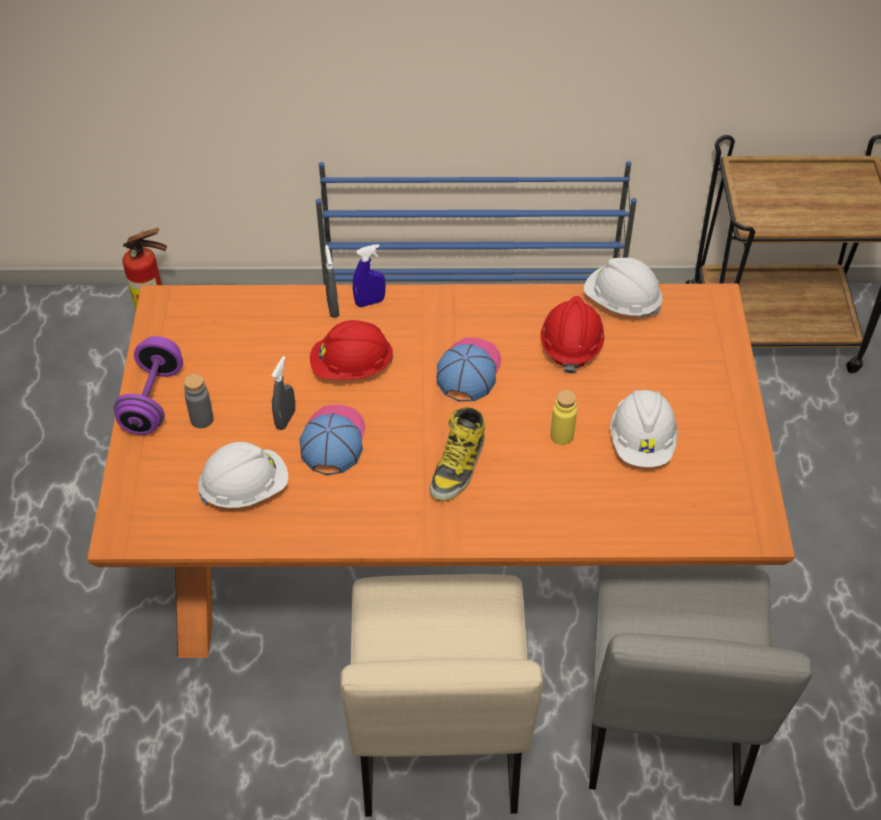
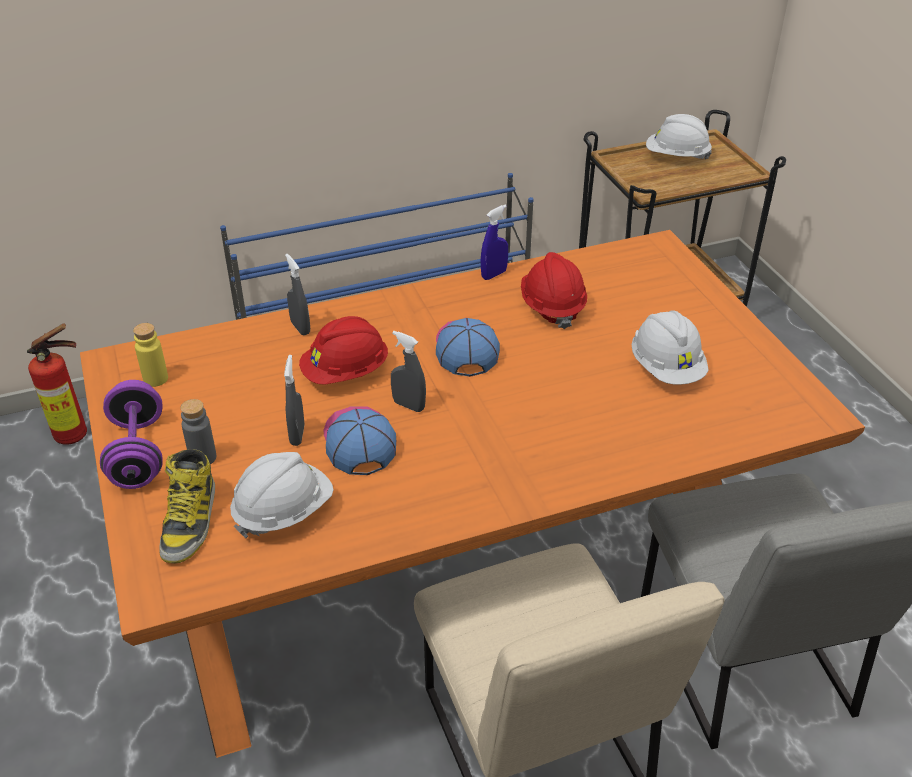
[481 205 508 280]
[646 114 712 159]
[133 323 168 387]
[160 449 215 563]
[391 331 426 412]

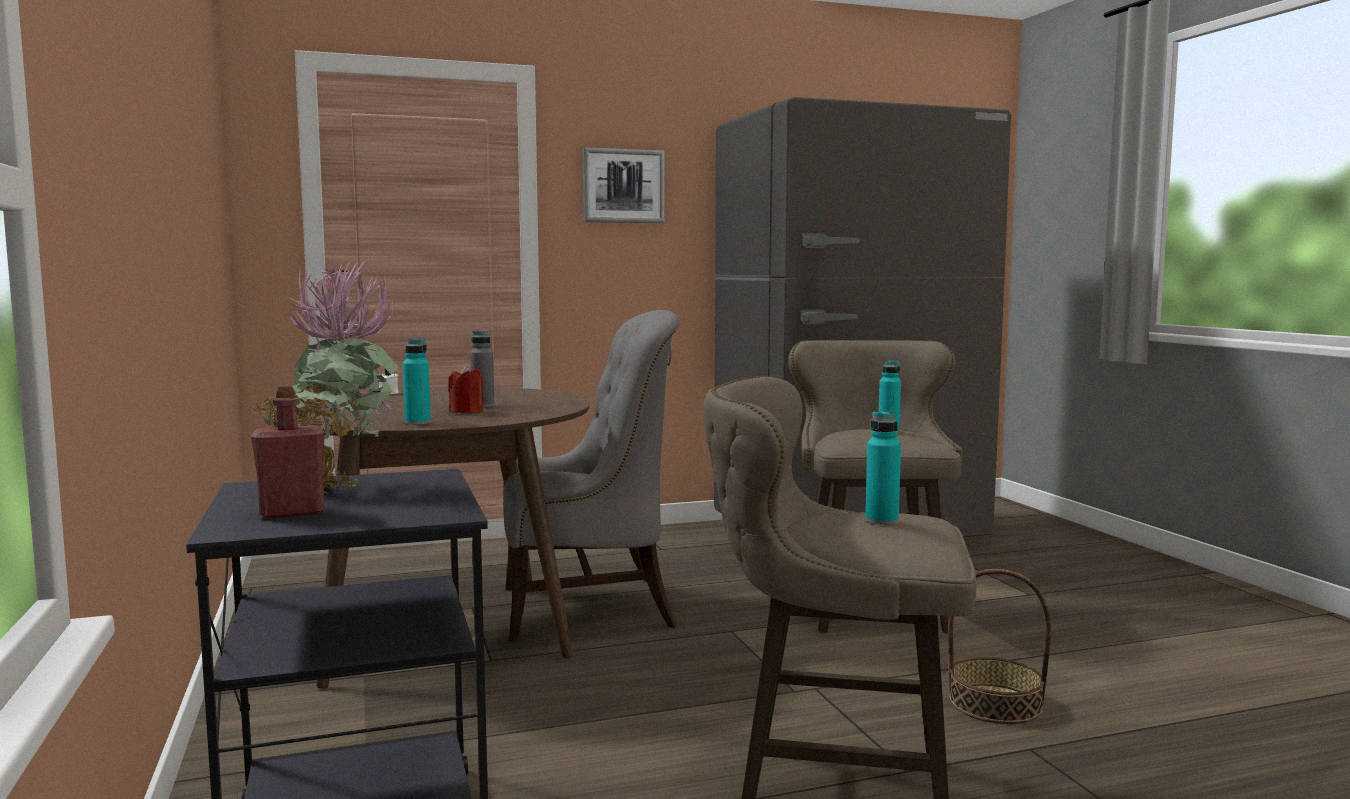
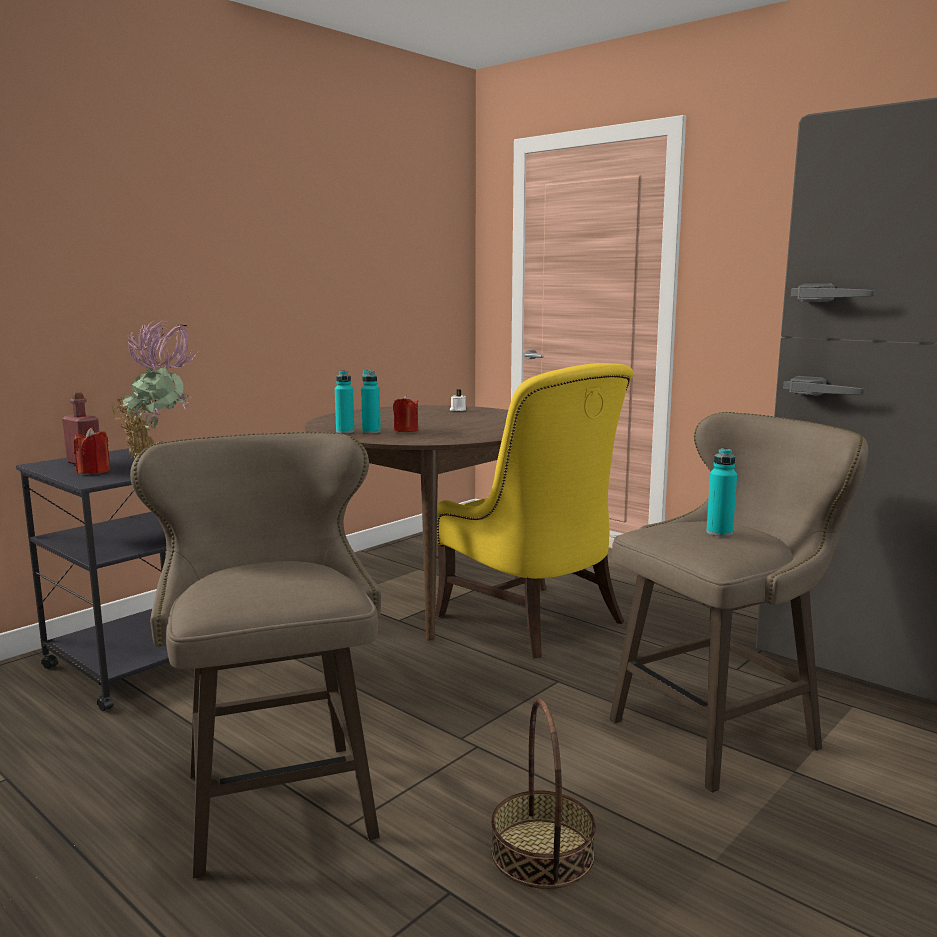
[583 147 665 223] (first image)
[435 363 633 658]
[470 330 495 407] (first image)
[361 370 381 434]
[73 428 110 474]

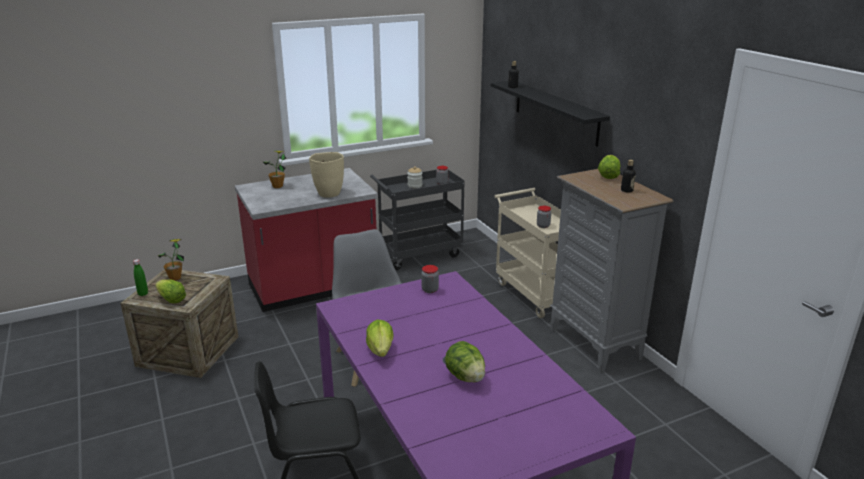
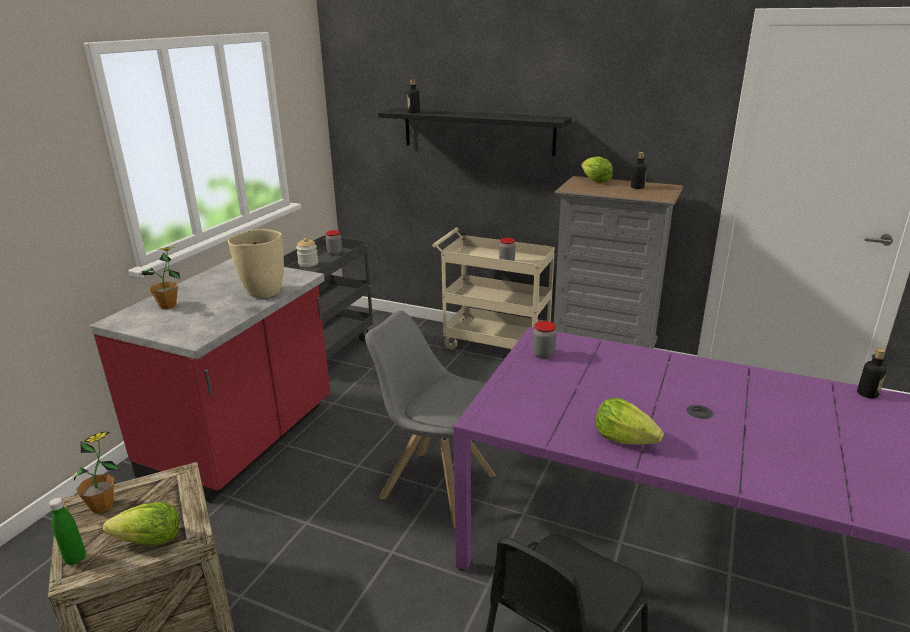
[445 341 485 383] (first image)
[857 348 887 399]

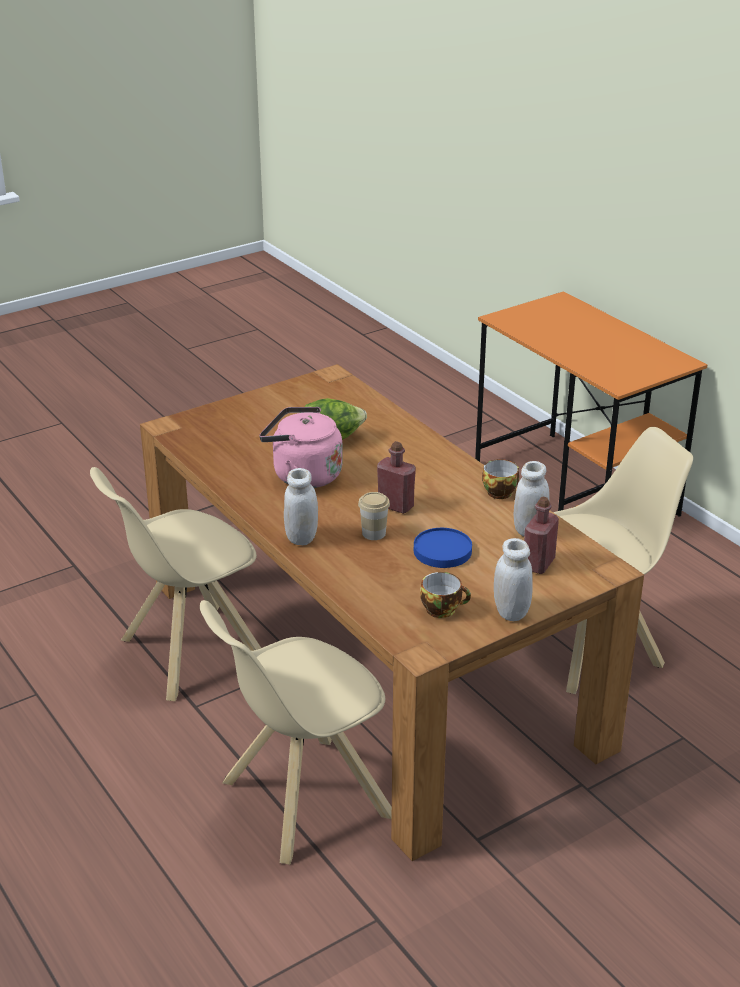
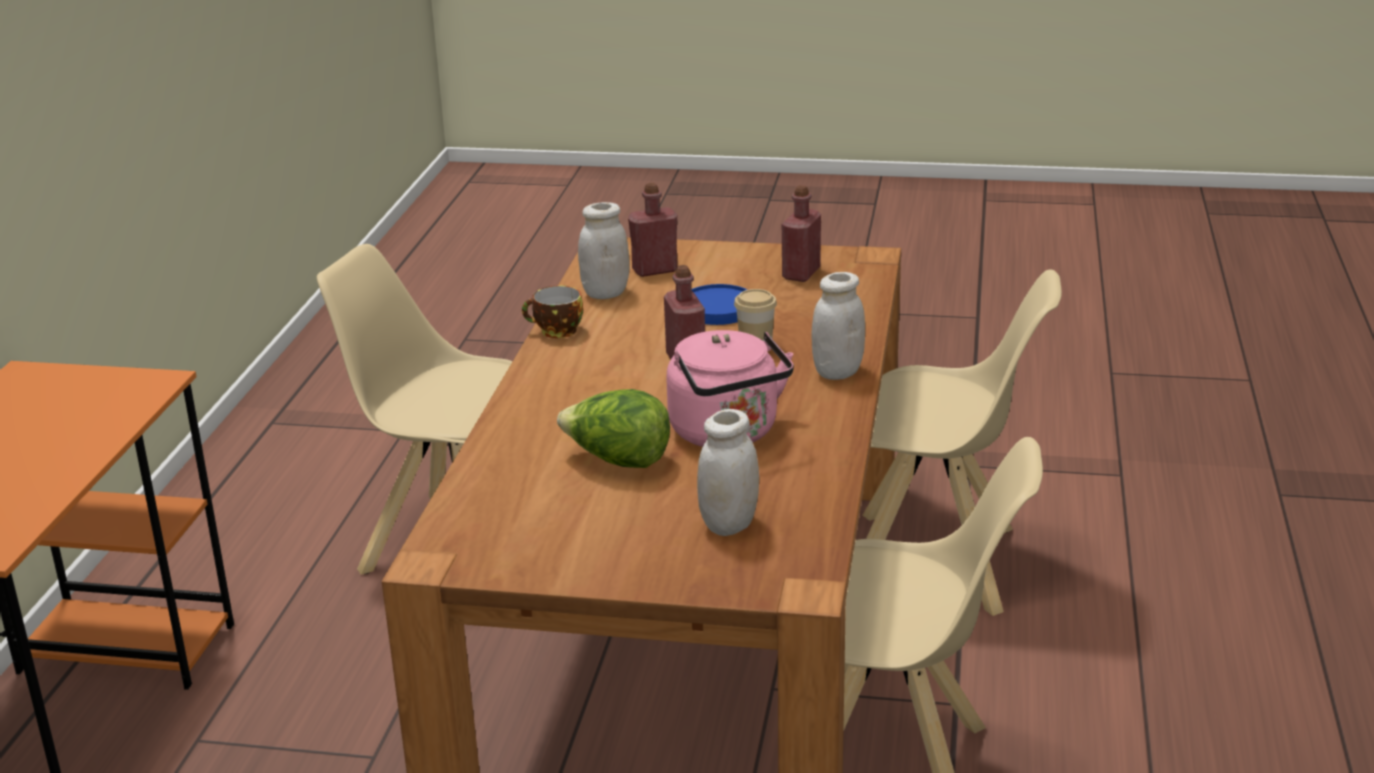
[697 409 759 536]
[782 185 821 282]

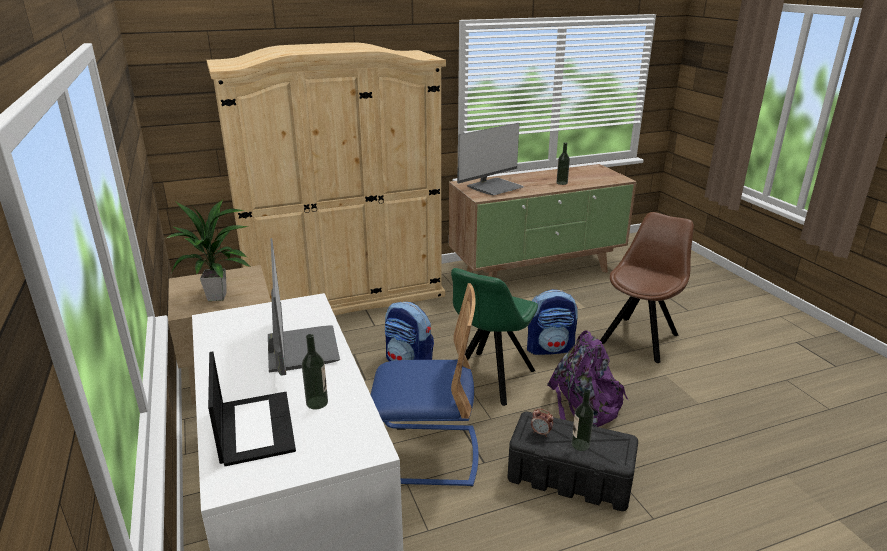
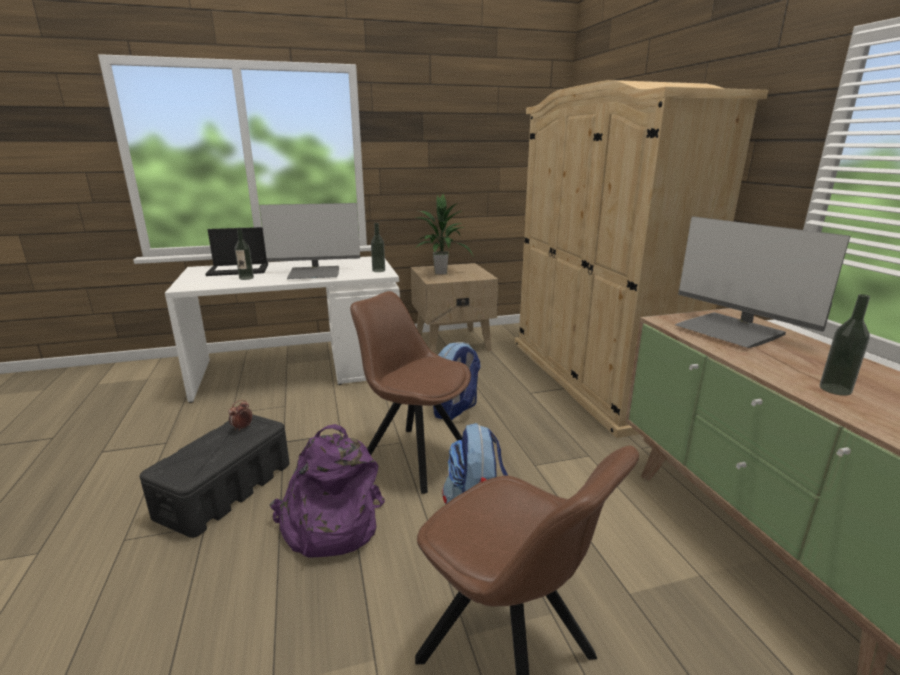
[350 291 471 494]
[370 283 478 487] (first image)
[371 223 385 272]

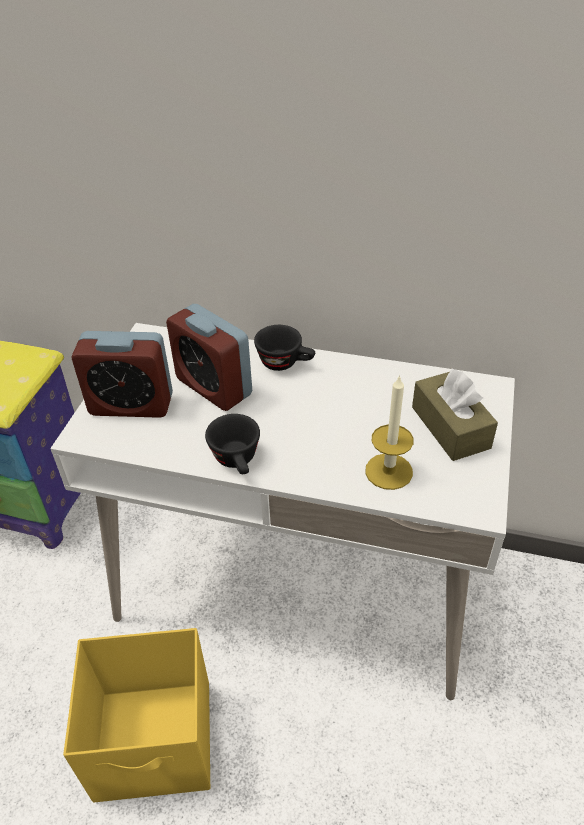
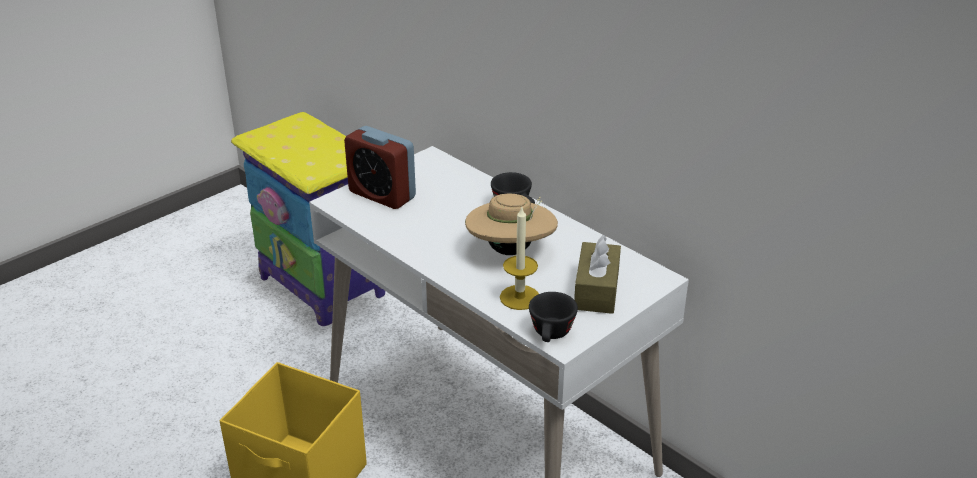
[166 304 252 411] (first image)
[529 292 578 342]
[465 193 558 255]

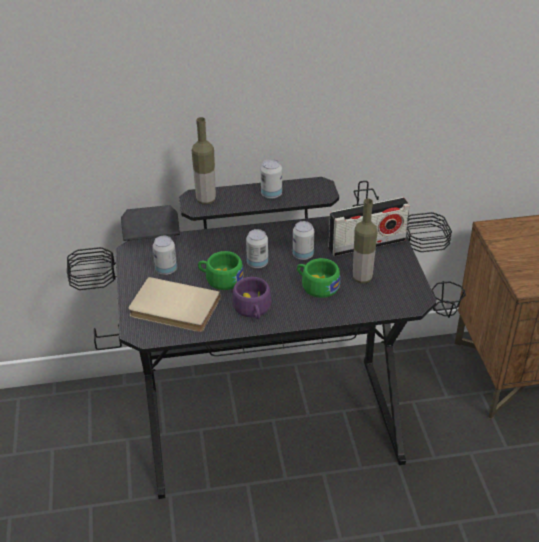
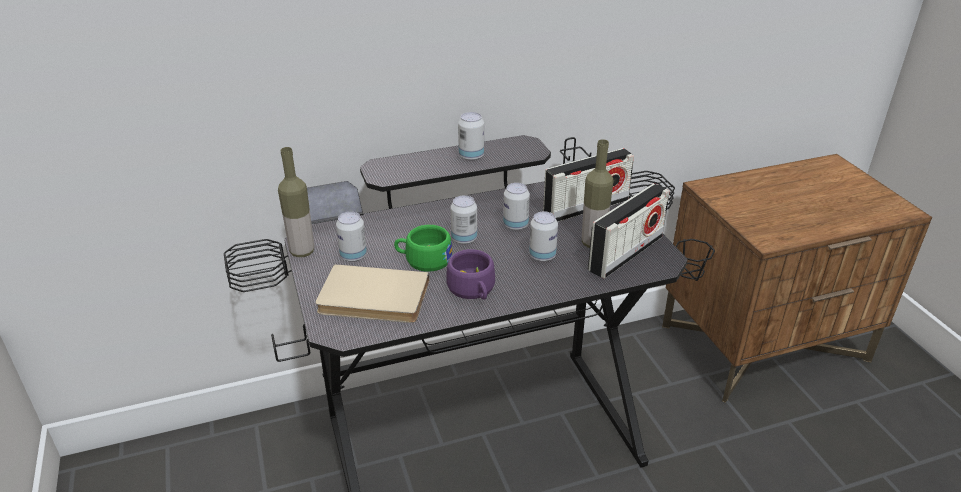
[278 147 314 257]
[529 212 558 262]
[588 183 670 279]

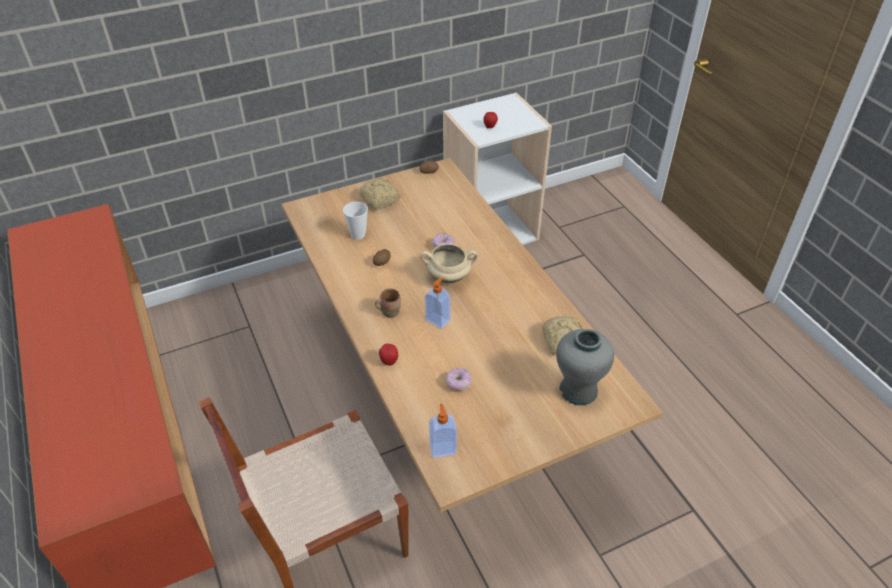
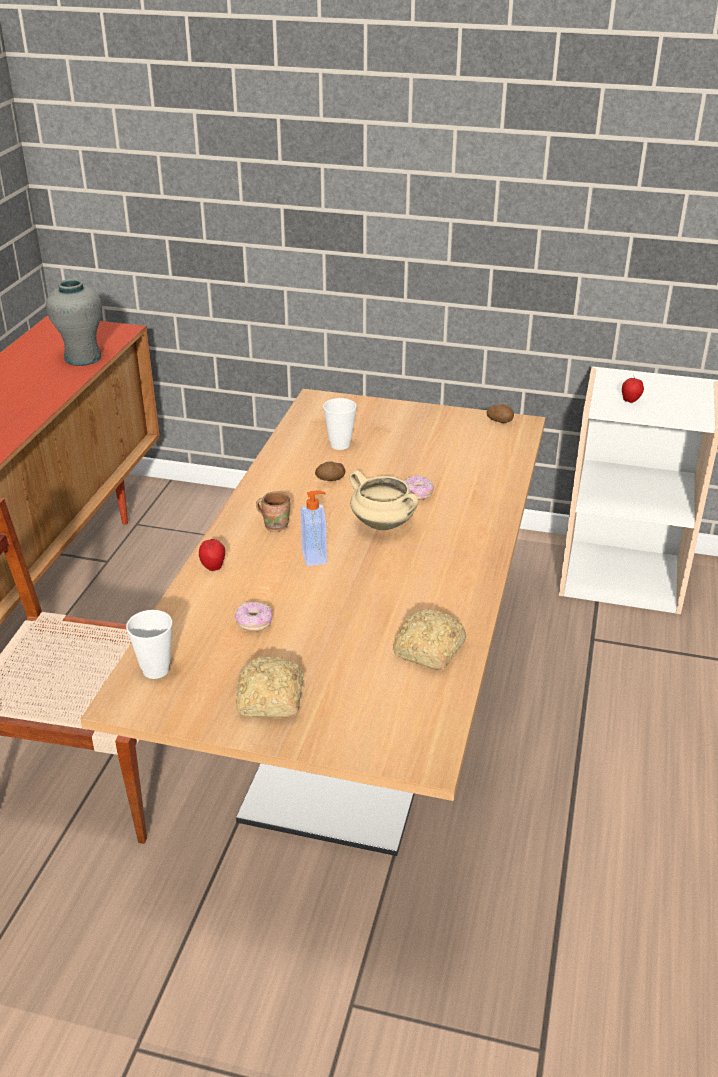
[236 656 304 718]
[46 279 102 366]
[126 610 172 679]

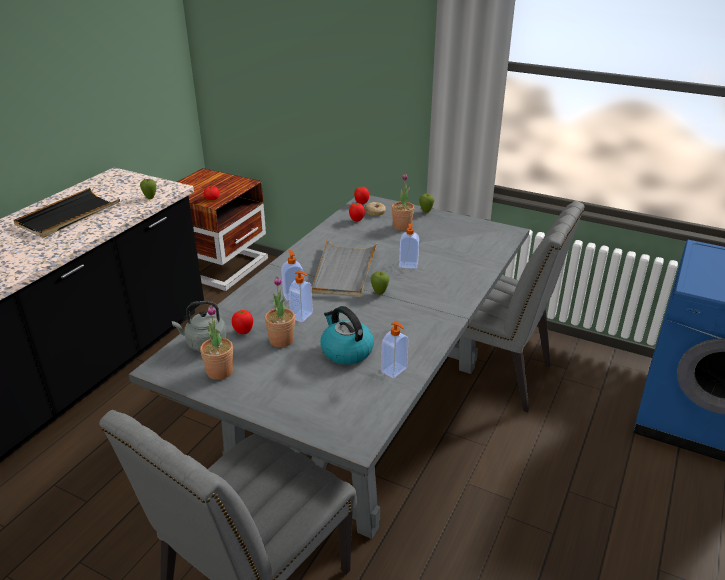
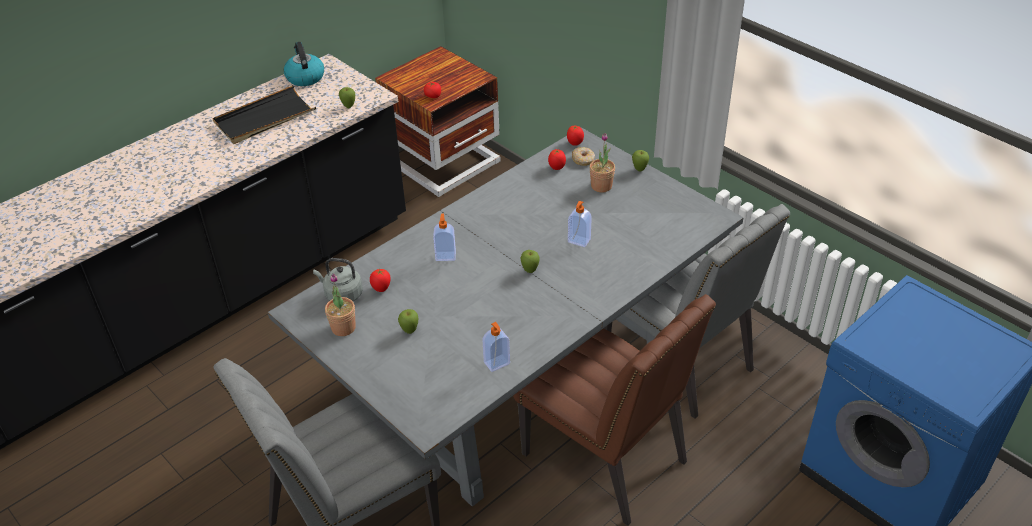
[312 239 377 297] (first image)
[289 271 313 322] (first image)
[265 276 295 347] (first image)
[284 42 324 86]
[513 294 716 526]
[398 309 418 334]

